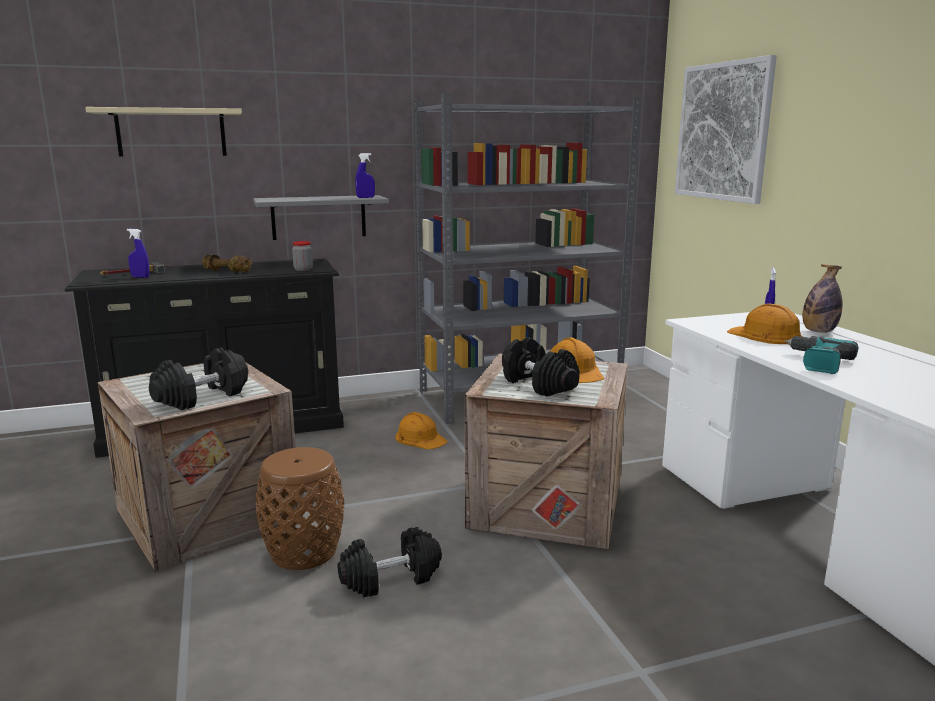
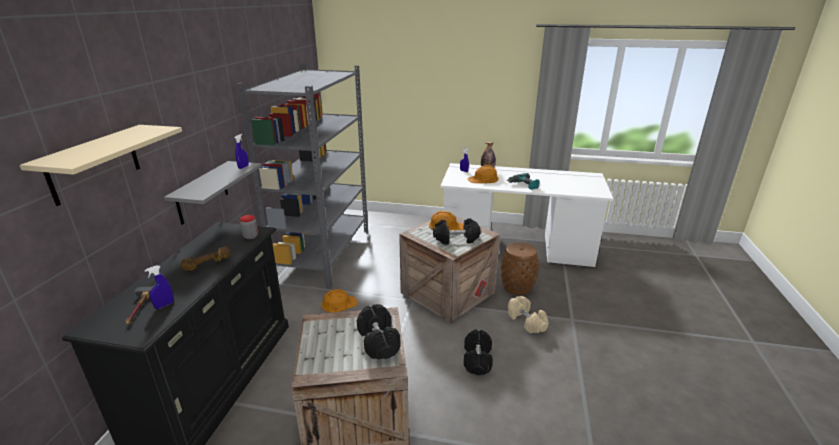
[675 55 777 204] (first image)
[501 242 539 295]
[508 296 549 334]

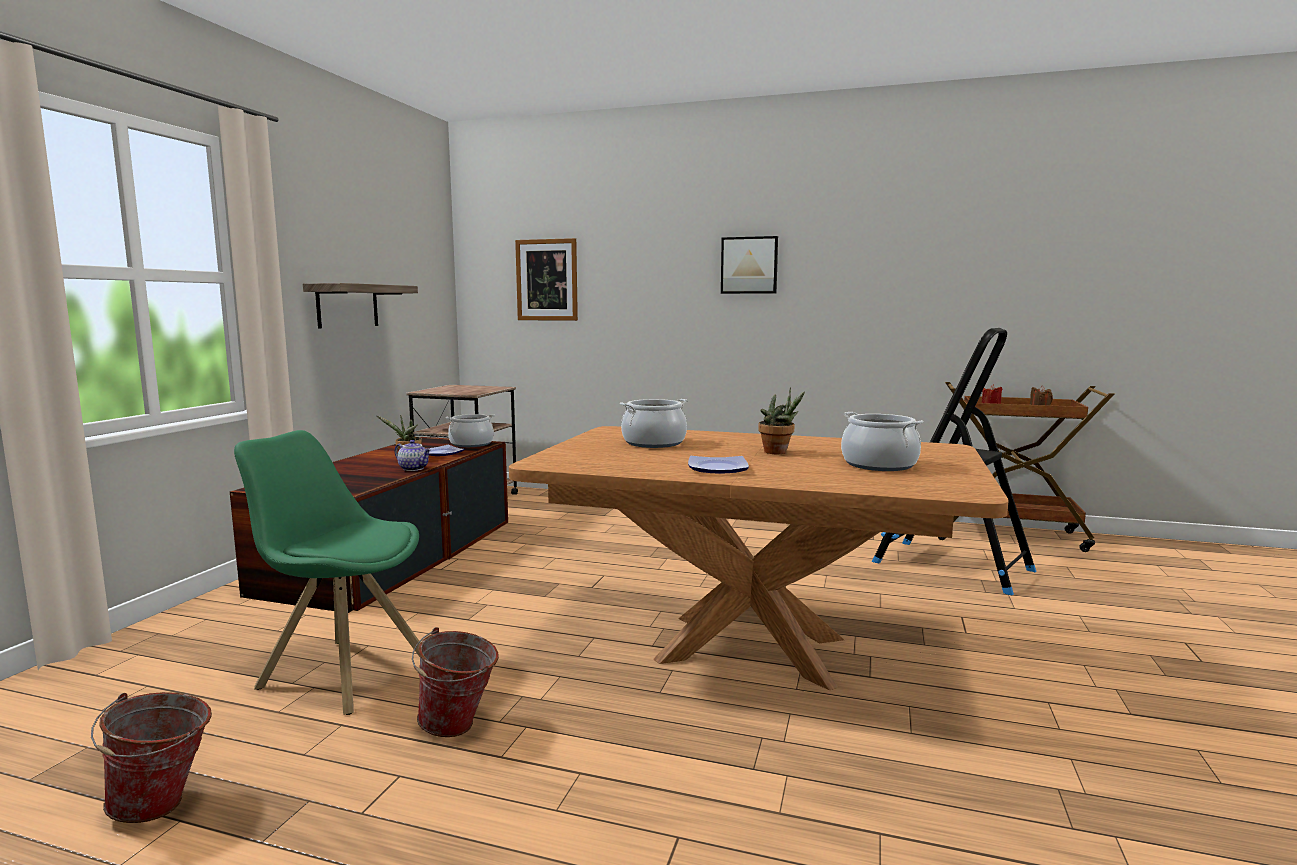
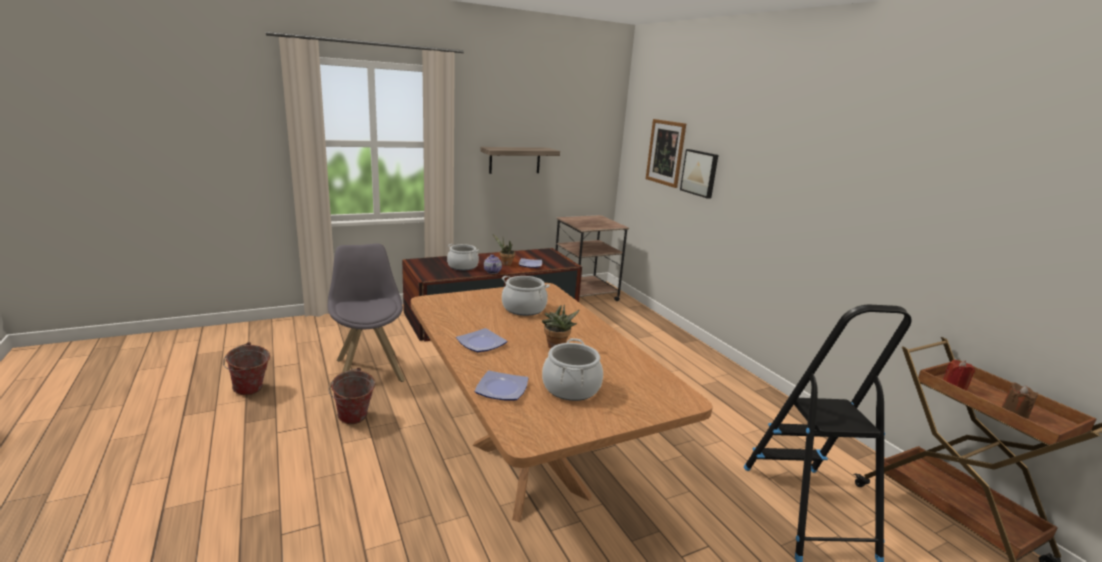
[680 149 718 199]
[447 244 479 271]
[328 243 405 382]
[475 371 528 400]

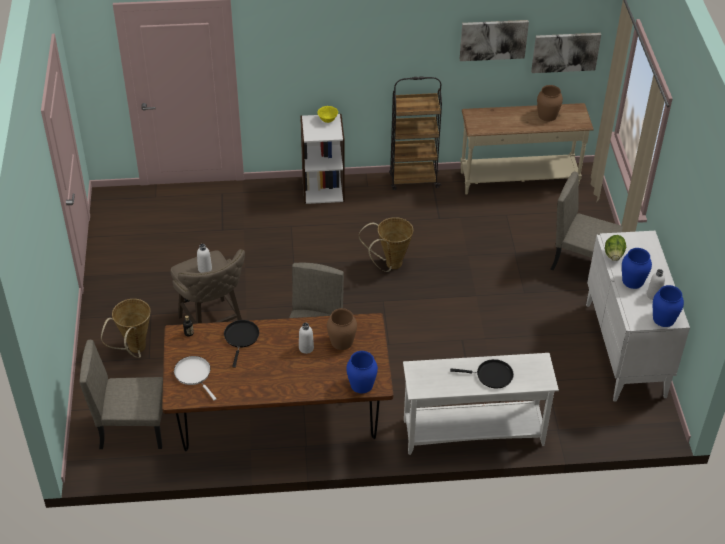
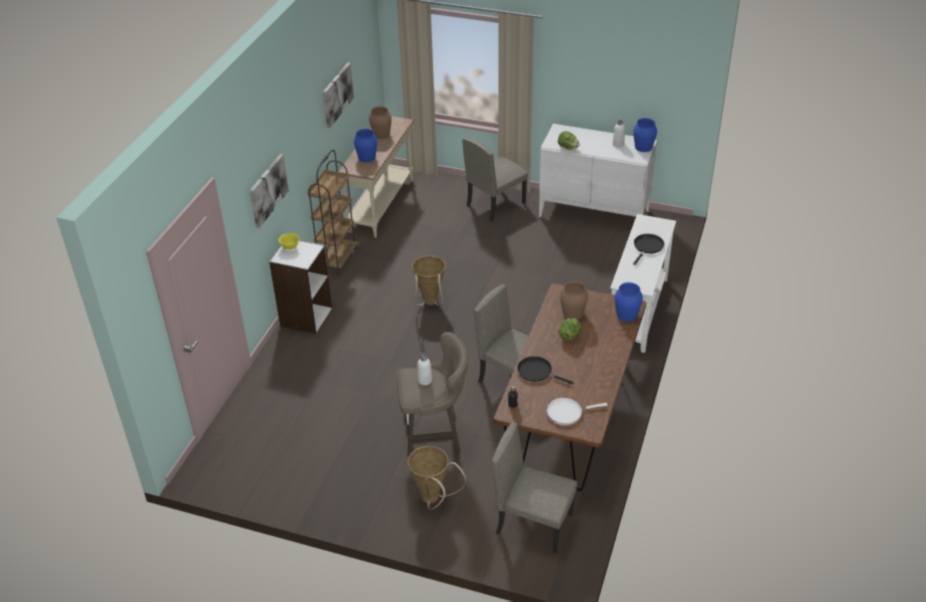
[250 154 289 228]
[354 129 377 162]
[558 318 582 341]
[492 422 577 553]

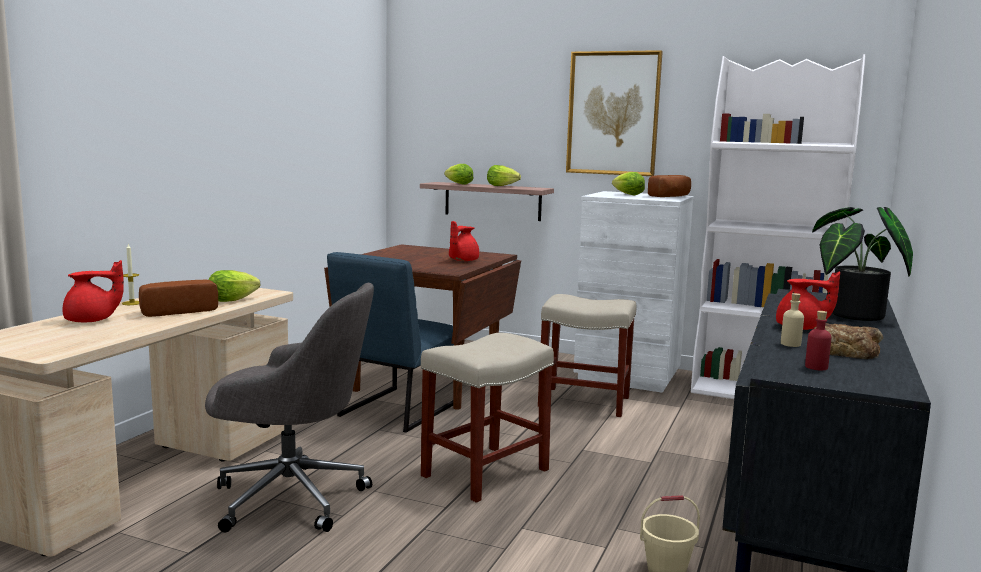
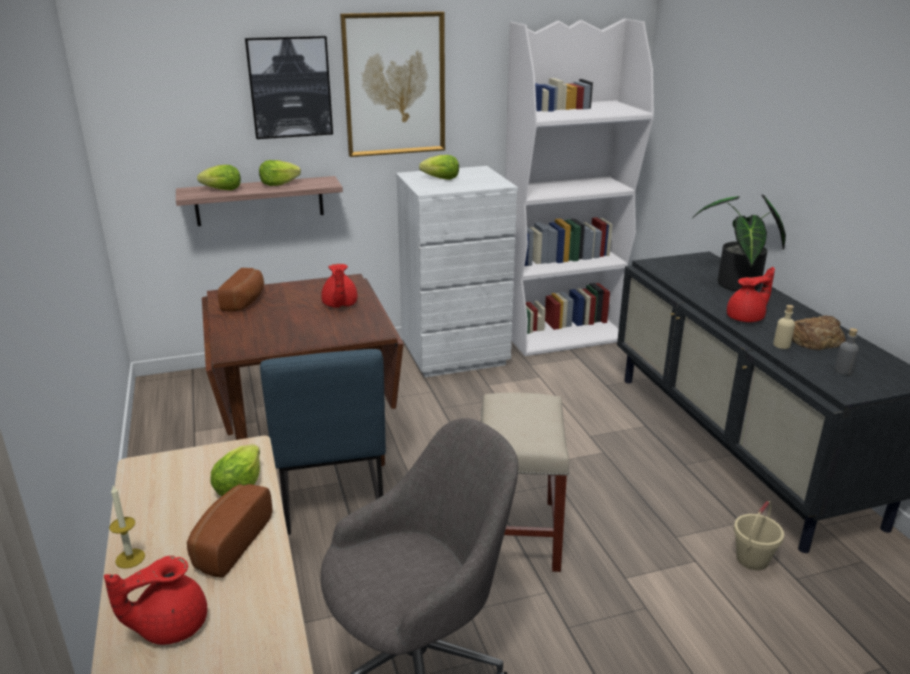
[218 268 264 312]
[104 556 207 645]
[538 294 636 417] (first image)
[834 328 859 375]
[245 36 333 139]

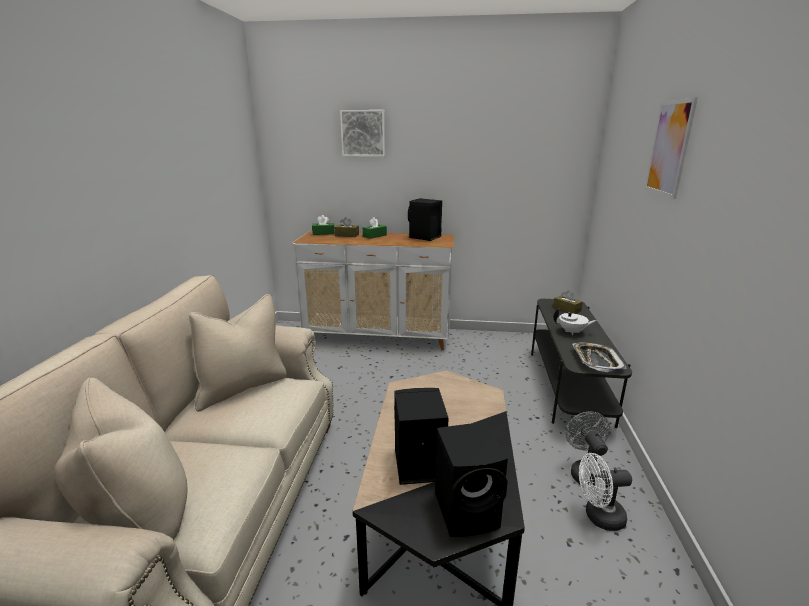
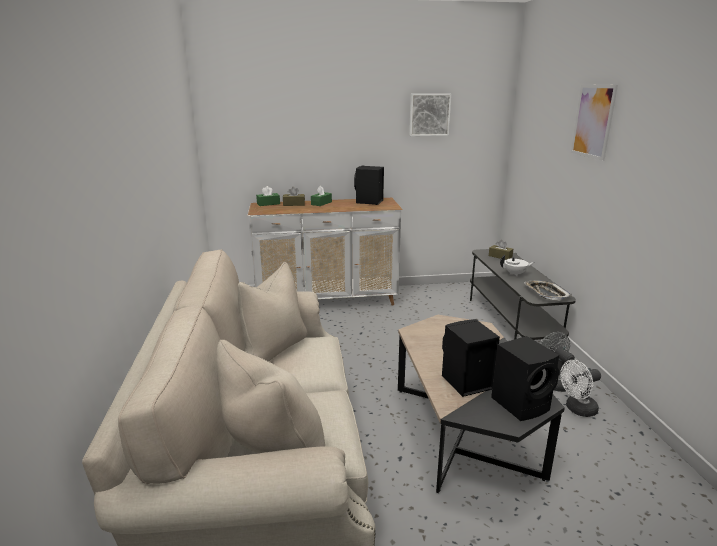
[409 94 451 136]

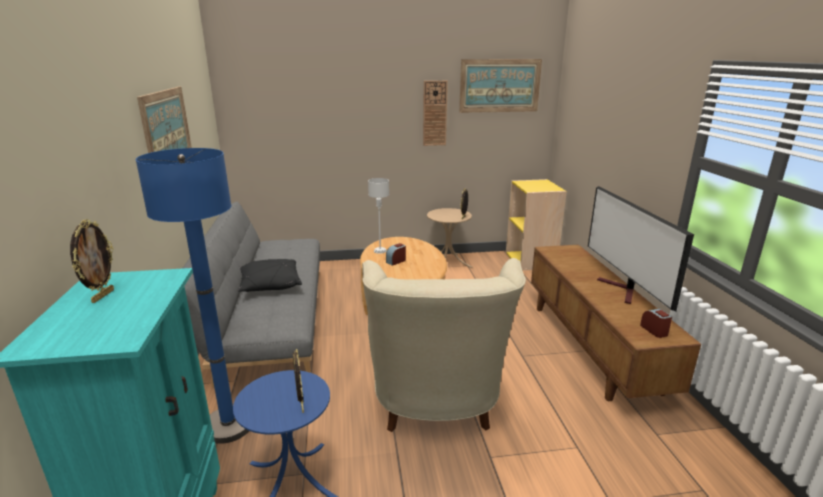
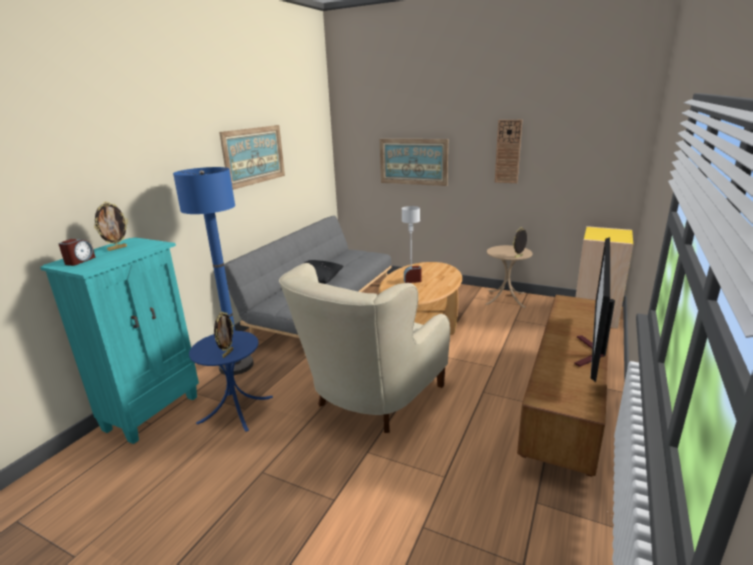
[380 139 448 186]
[59 239 96 266]

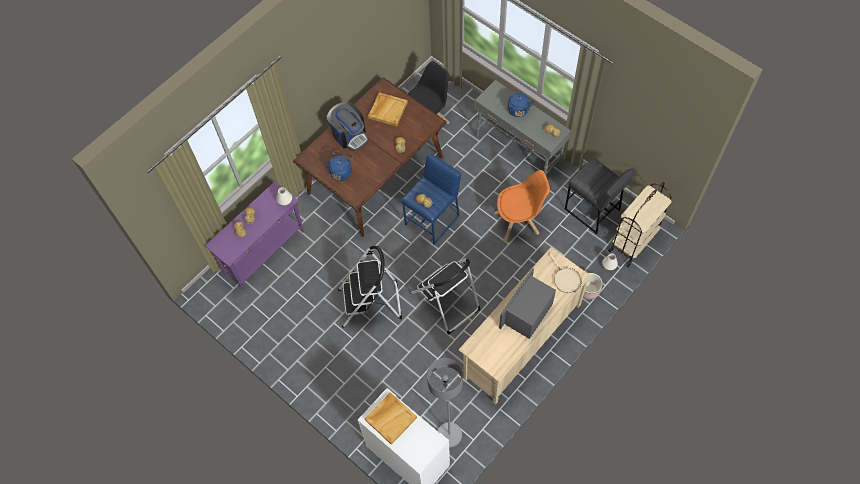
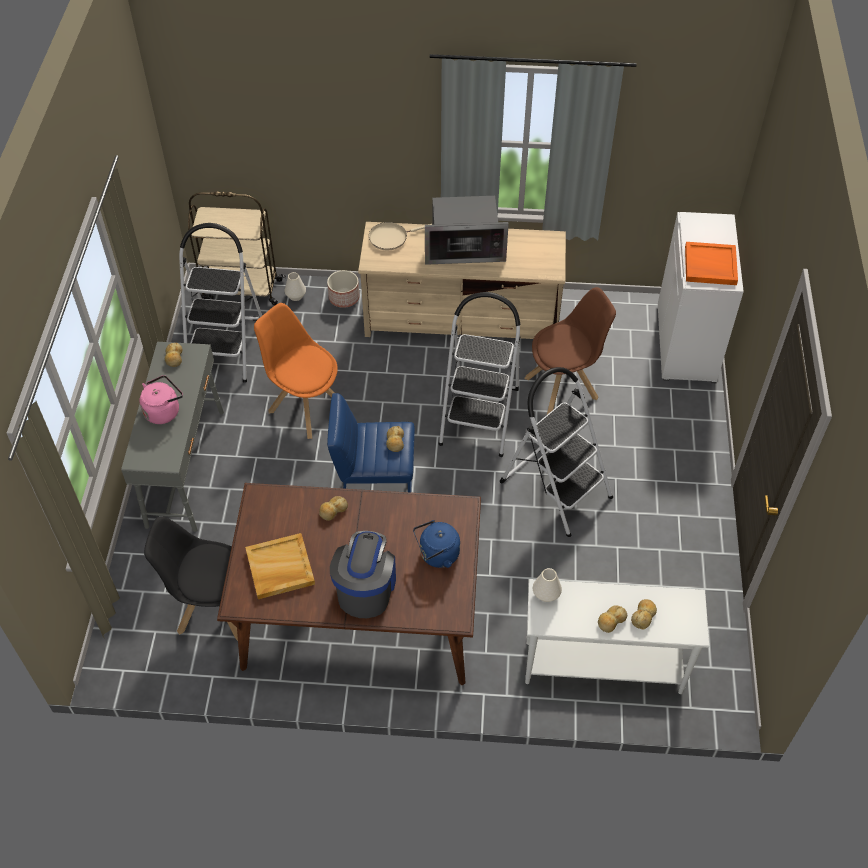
[139 375 183 424]
[179 223 262 383]
[525 579 709 694]
[369 222 432 251]
[427 358 463 448] (first image)
[685 242 738 285]
[524 287 616 415]

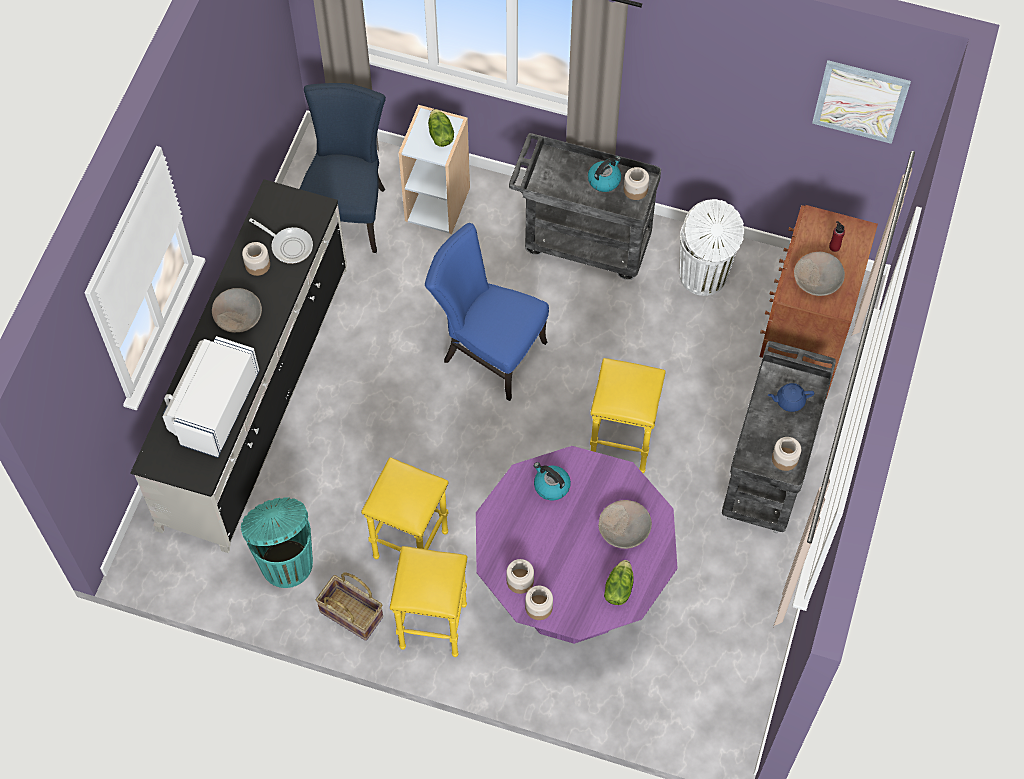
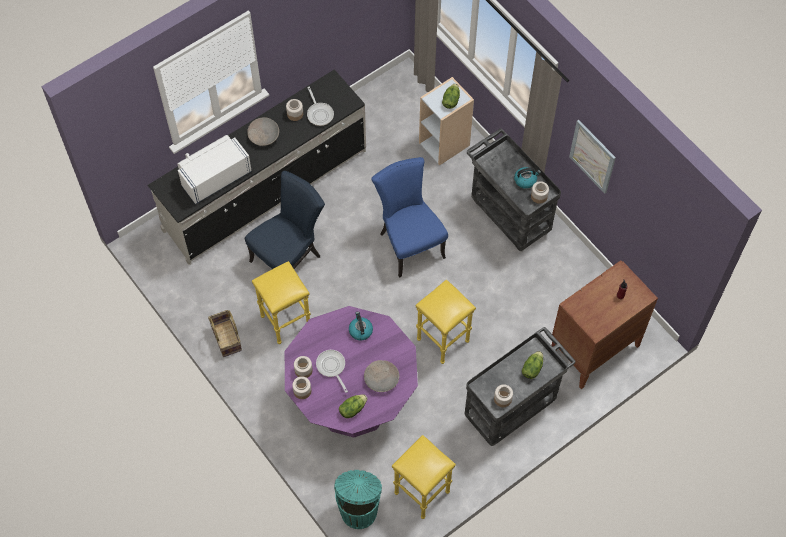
[569 120 616 194]
[245 171 325 269]
[679 199 744 296] (first image)
[794 252 845 296] (first image)
[522 351 543 379]
[334 470 382 529]
[392 435 456 519]
[316 350 348 393]

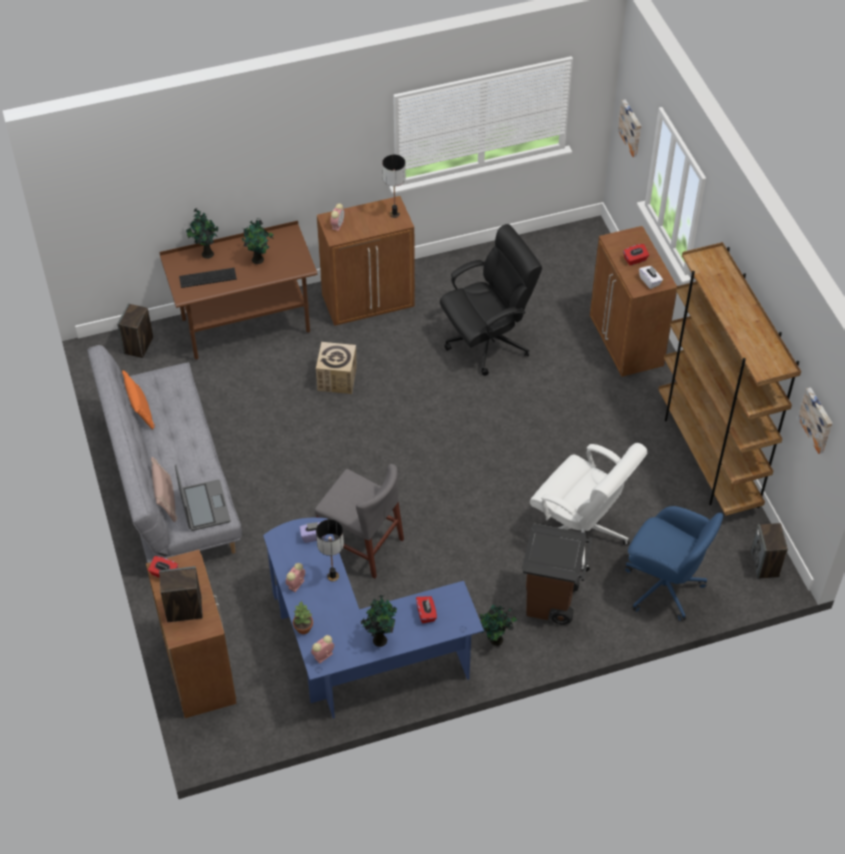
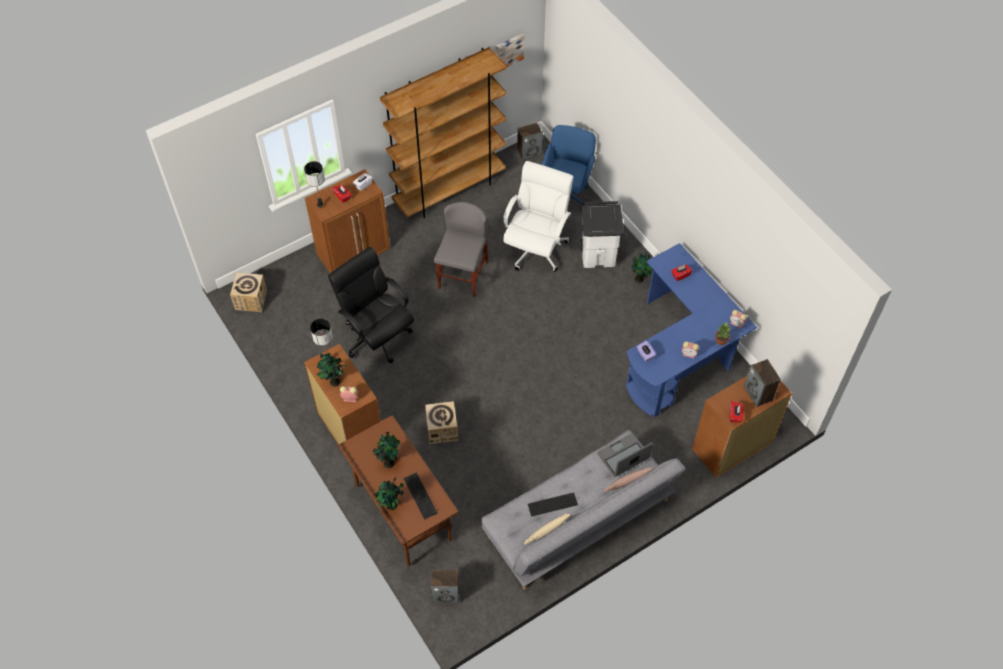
[618 99 641 157] (first image)
[524 514 571 544]
[434 202 488 297]
[304 161 325 208]
[580 201 624 268]
[316 353 347 387]
[230 272 267 312]
[528 492 578 517]

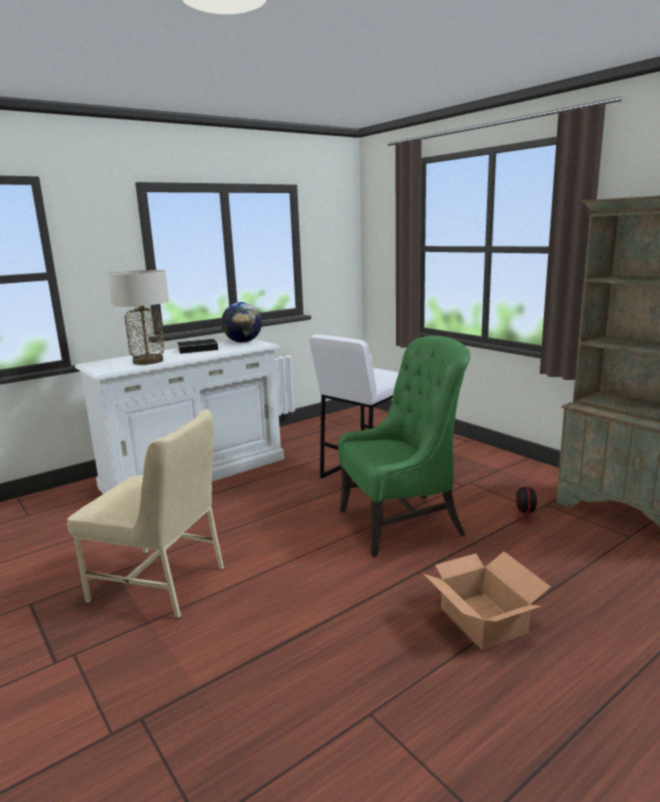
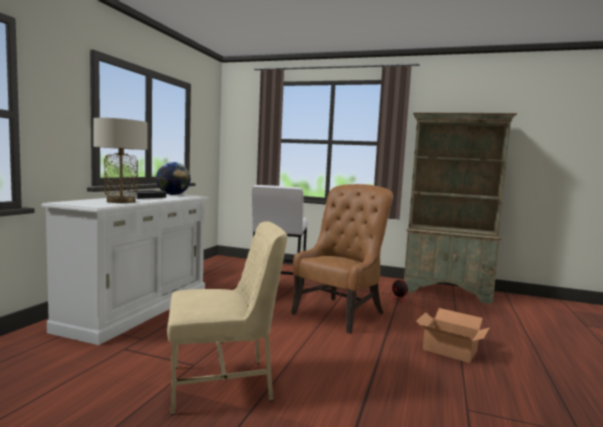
[291 184 393 334]

